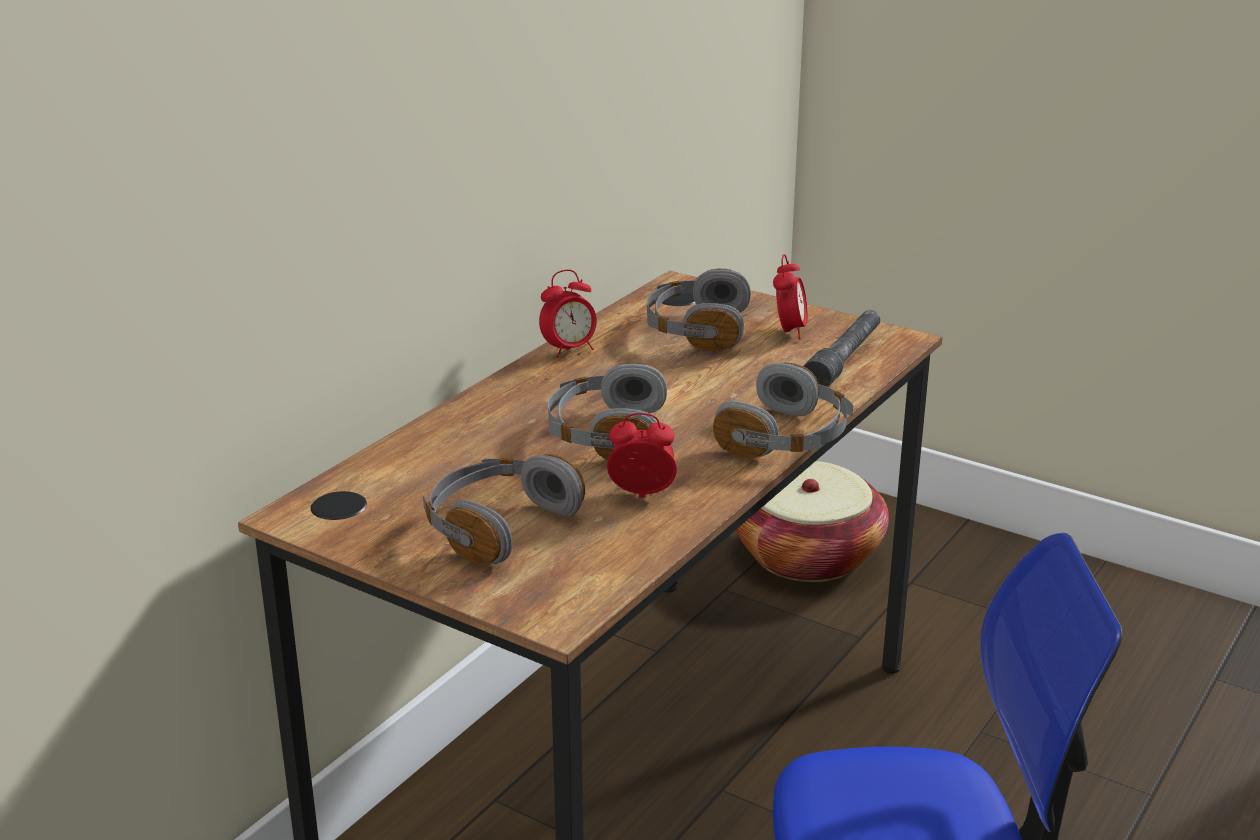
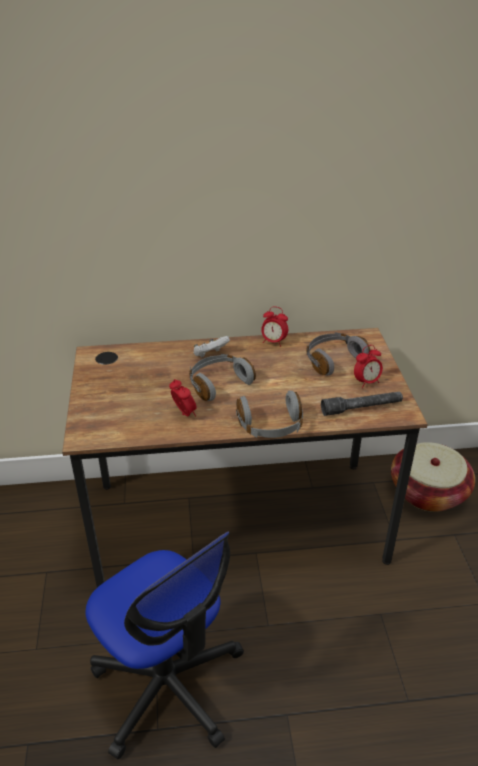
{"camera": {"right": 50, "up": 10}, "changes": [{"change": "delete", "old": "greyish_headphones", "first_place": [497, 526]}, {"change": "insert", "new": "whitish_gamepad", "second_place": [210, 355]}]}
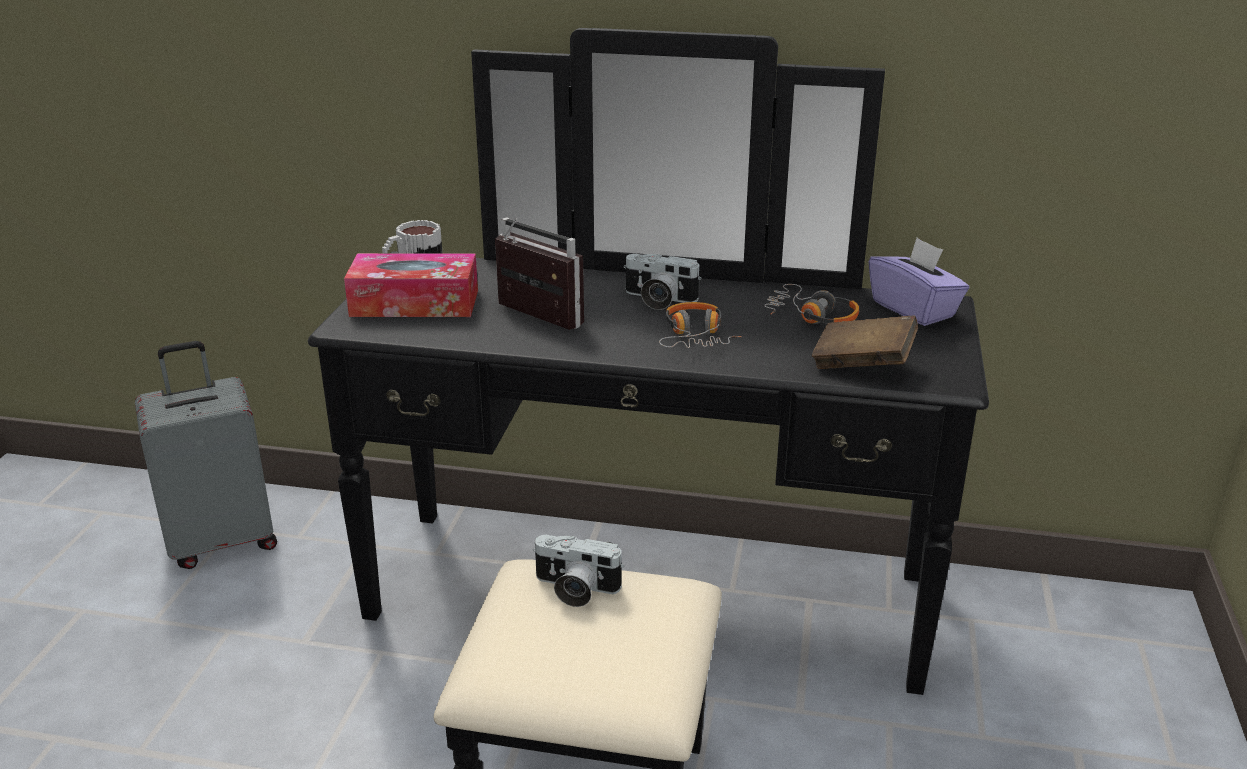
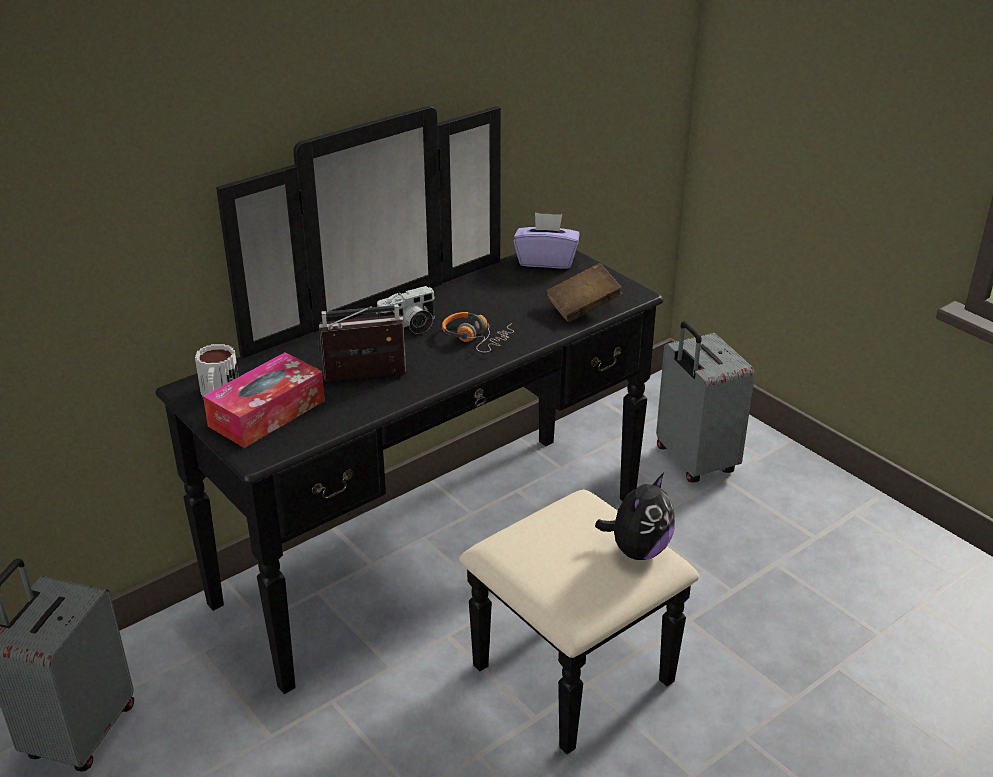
{"camera": {"right": -50, "up": 5}, "changes": [{"change": "delete", "old": "headphones", "first_place": [811, 316]}, {"change": "delete", "old": "still_camera", "first_place": [574, 589]}, {"change": "insert", "new": "greyish_suitcase", "second_place": [693, 461]}, {"change": "insert", "new": "soft_toy", "second_place": [638, 550]}]}
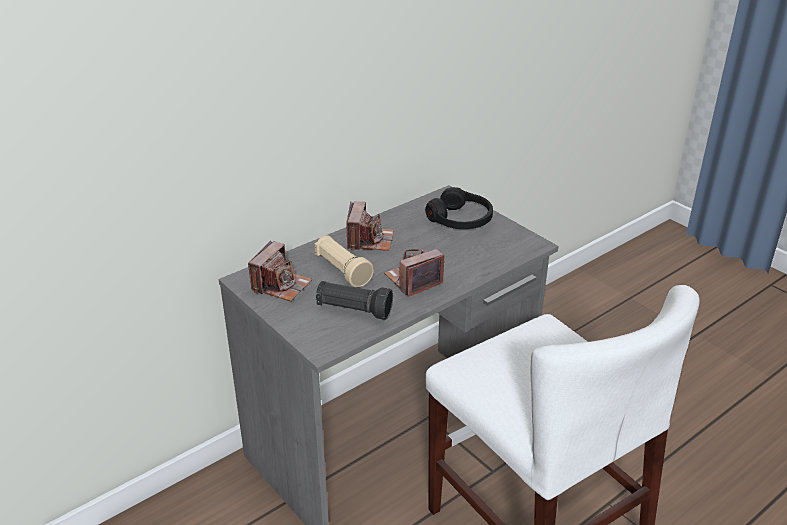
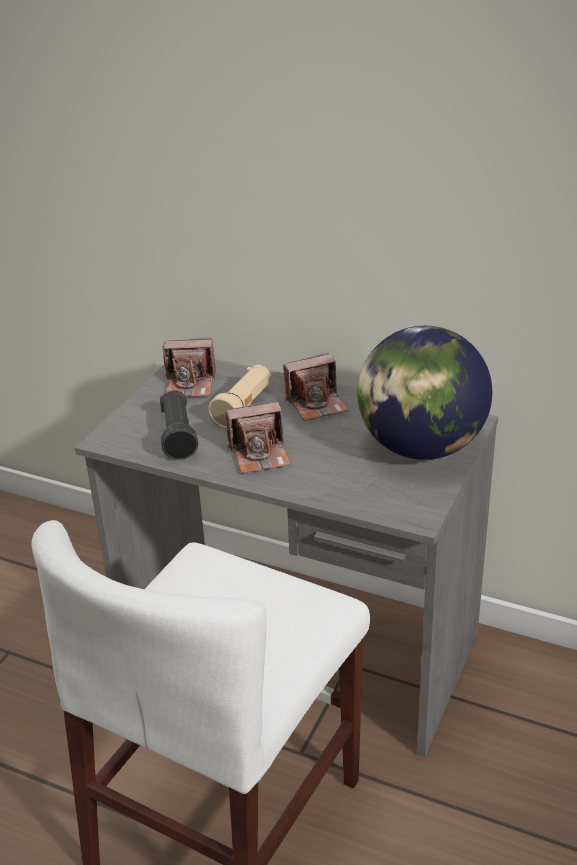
{"camera": {"right": 65, "up": 0}, "changes": [{"change": "replace", "old": "black_headphones", "new": "desk_globe", "first_place": [460, 220], "second_place": [420, 448]}, {"change": "rotate", "old": "still_camera", "first_place": [413, 281], "second_place": [260, 454], "degrees": 135}]}
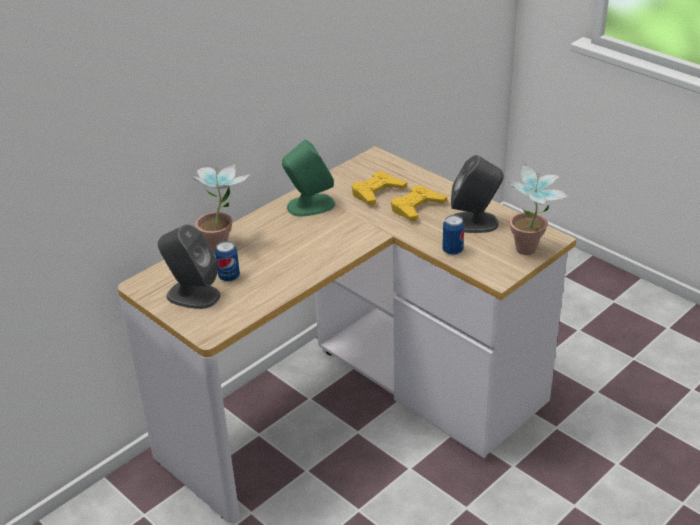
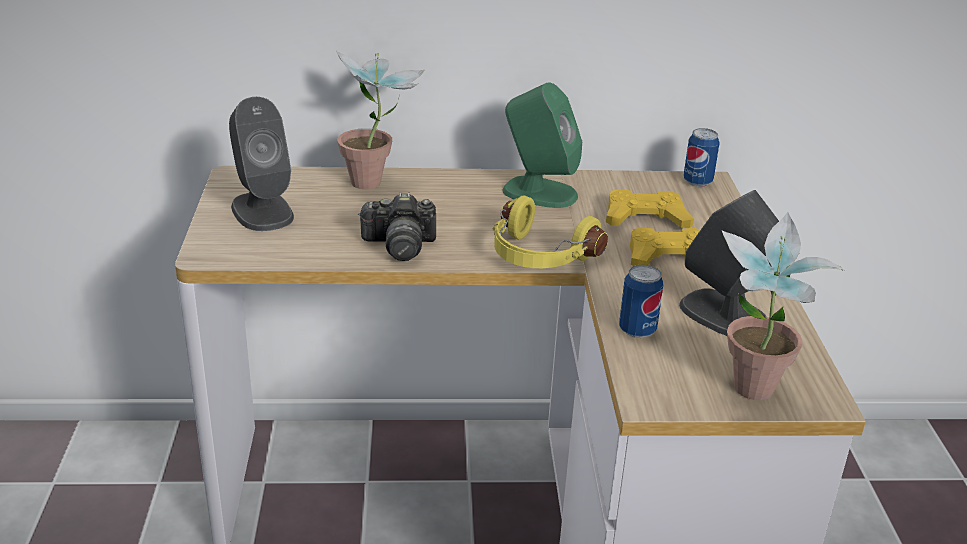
{"camera": {"right": 40, "up": -5}, "changes": [{"change": "move", "old": "can", "first_place": [229, 277], "second_place": [697, 182]}, {"change": "insert", "new": "still_camera", "second_place": [399, 245]}, {"change": "insert", "new": "yellow-coloured_headphones", "second_place": [539, 256]}]}
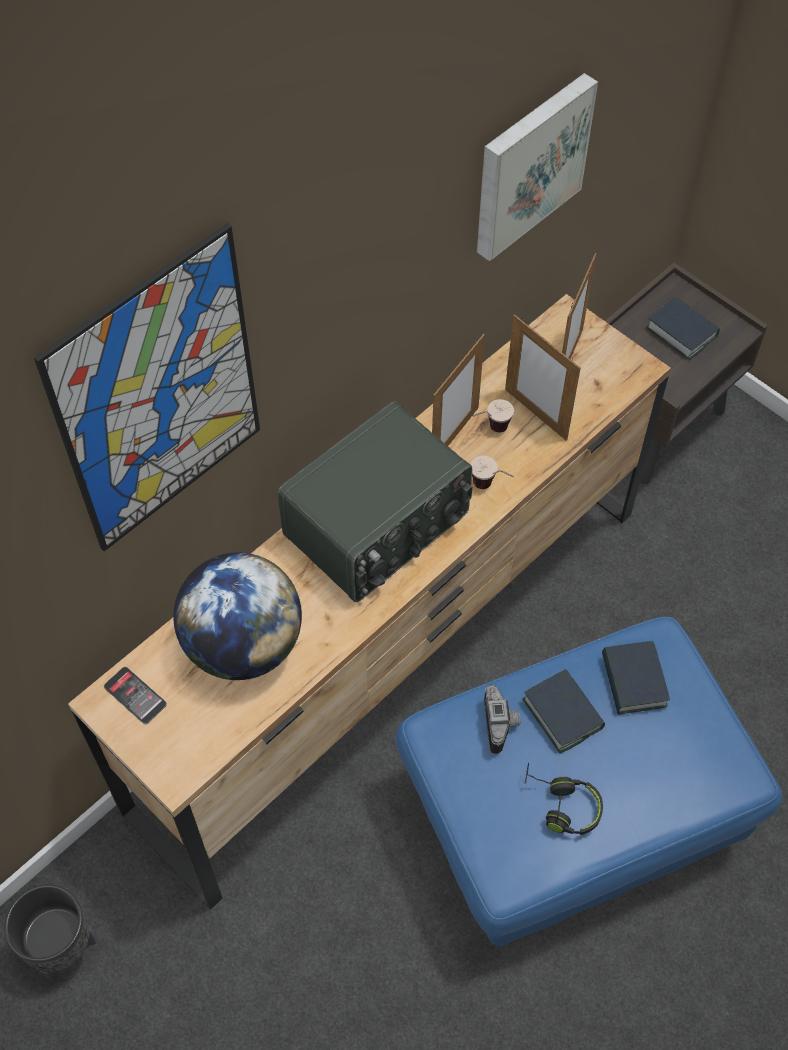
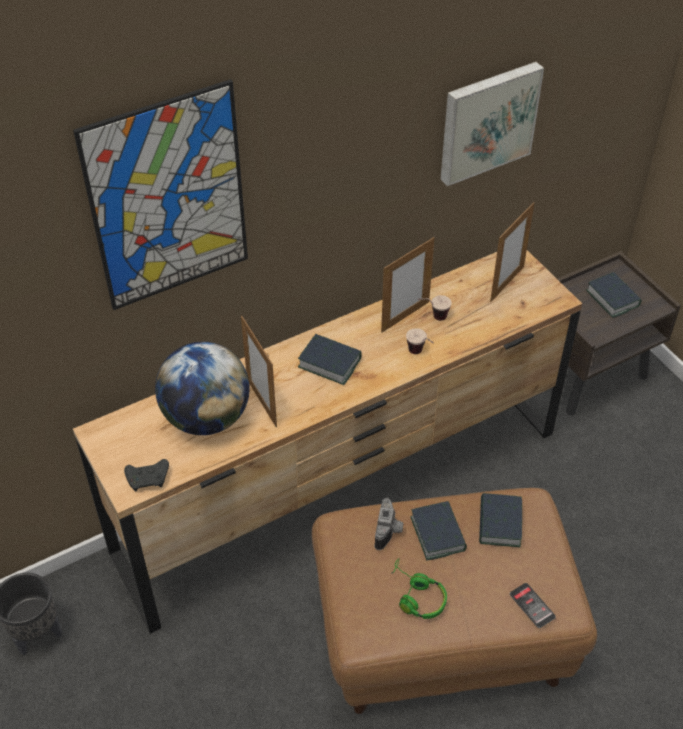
{"camera": {"right": 15, "up": -10}, "changes": [{"change": "move", "old": "picture_frame", "first_place": [535, 414], "second_place": [261, 402]}, {"change": "replace", "old": "radio_set", "new": "bound_book", "first_place": [378, 526], "second_place": [329, 363]}, {"change": "recolor", "old": "blue_pouffe", "new": "brown_pouffe", "first_place": [572, 811], "second_place": [443, 631]}, {"change": "move", "old": "phone", "first_place": [135, 696], "second_place": [532, 605]}, {"change": "recolor", "old": "black_headphones", "new": "green_headphones", "first_place": [561, 804], "second_place": [416, 596]}, {"change": "insert", "new": "black_gamepad", "second_place": [148, 479]}]}
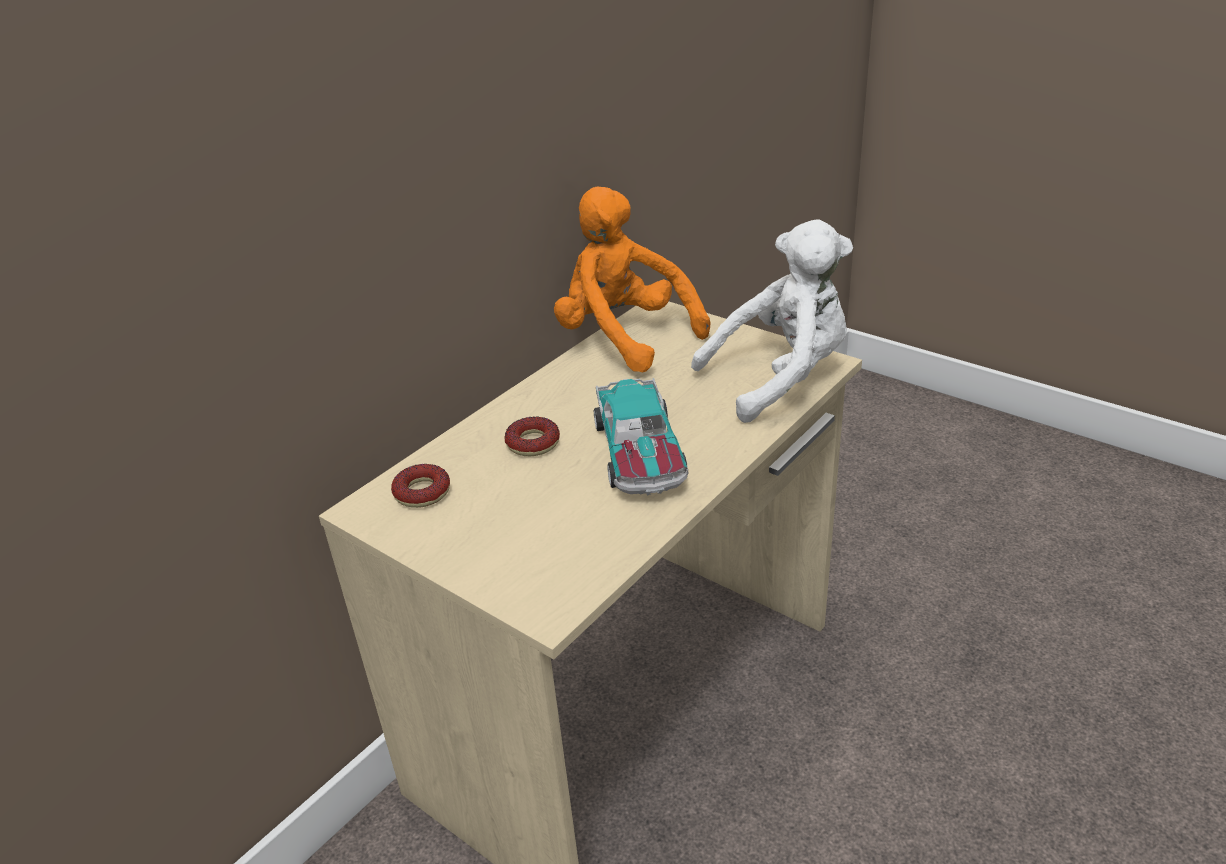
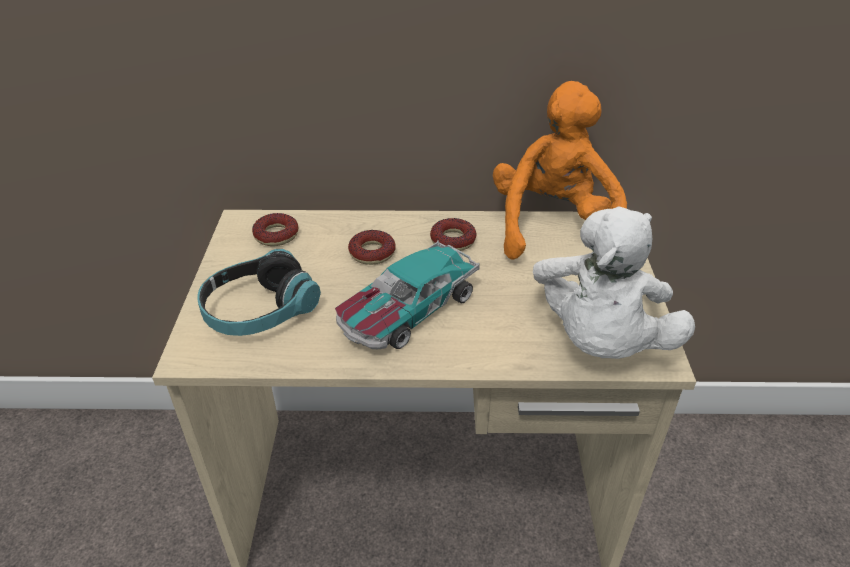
{"camera": {"right": 50, "up": 5}, "changes": [{"change": "rotate", "old": "whitish_soft_toy", "first_place": [781, 378], "second_place": [598, 340], "degrees": 75}, {"change": "insert", "new": "doughnut", "second_place": [453, 240]}, {"change": "insert", "new": "headphones", "second_place": [259, 310]}]}
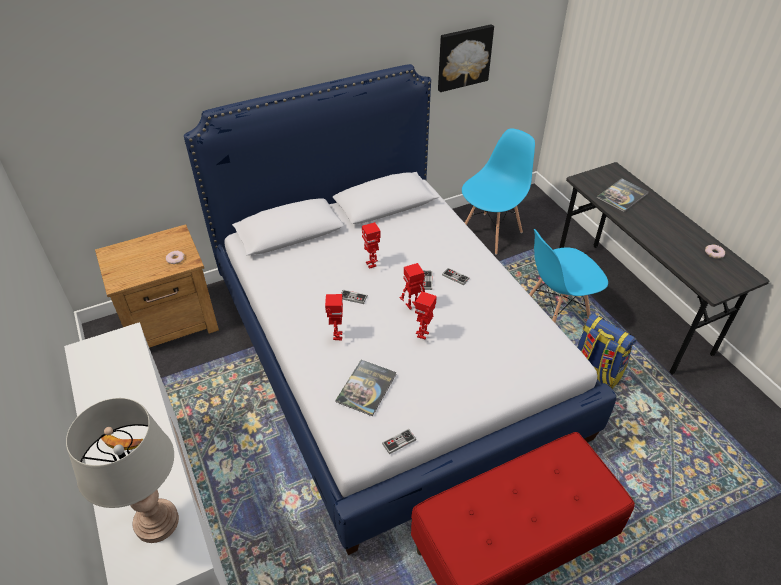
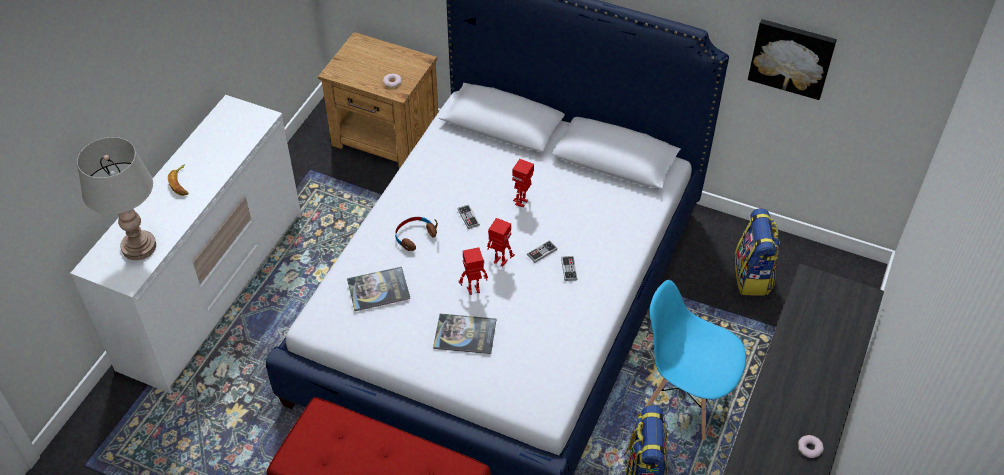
{"camera": {"right": 50, "up": 5}, "changes": [{"change": "replace", "old": "blue_upright_chair", "new": "backpack", "first_place": [491, 233], "second_place": [753, 276]}, {"change": "move", "old": "bound_book", "first_place": [622, 196], "second_place": [465, 334]}, {"change": "replace", "old": "toy_robot", "new": "brown_headphones", "first_place": [337, 336], "second_place": [415, 236]}, {"change": "delete", "old": "gamepad", "first_place": [399, 442]}]}
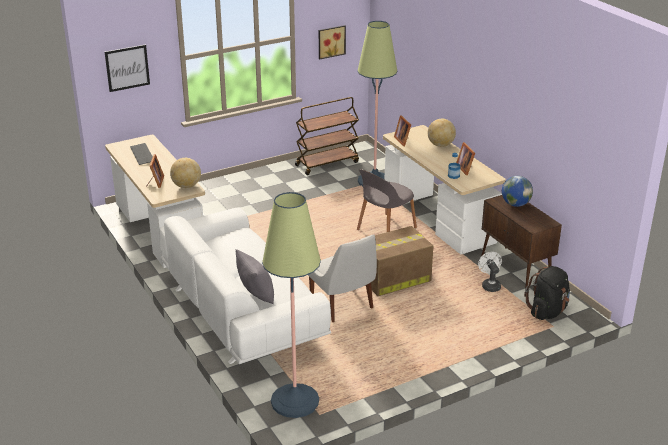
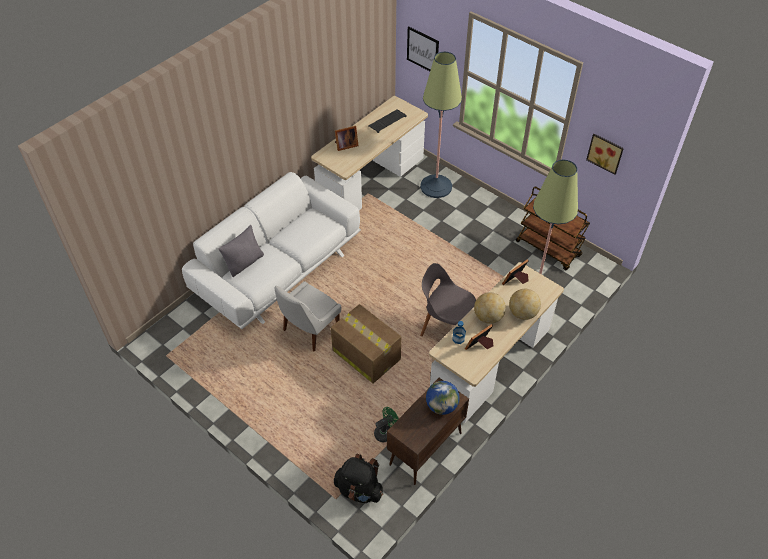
{"camera": {"right": 70, "up": 20}, "changes": [{"change": "move", "old": "desk_globe", "first_place": [186, 186], "second_place": [488, 317]}, {"change": "move", "old": "standing_lamp", "first_place": [295, 401], "second_place": [436, 186]}, {"change": "recolor", "old": "whitish_cooling_fan", "new": "green_cooling_fan", "first_place": [489, 285], "second_place": [386, 432]}]}
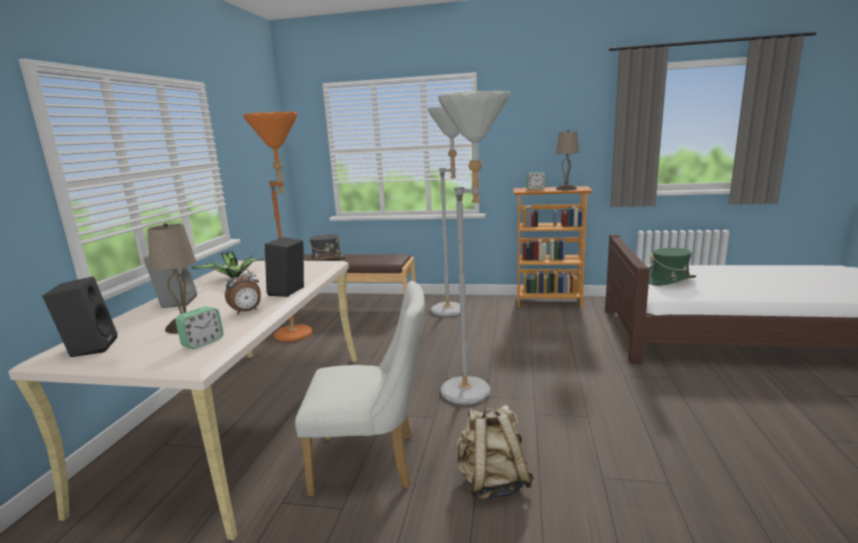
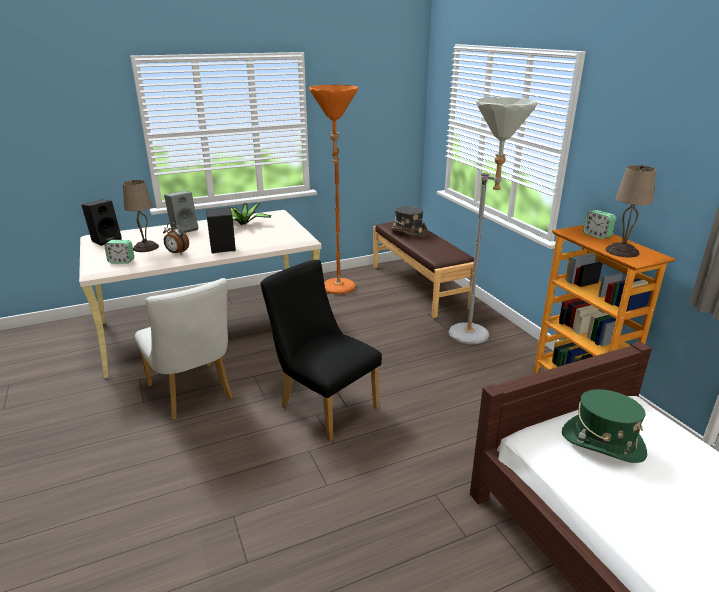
{"camera": {"right": 55, "up": 10}, "changes": [{"change": "replace", "old": "greyish_standing_lamp", "new": "black_upright_chair", "first_place": [476, 390], "second_place": [323, 405]}, {"change": "delete", "old": "beige_backpack", "first_place": [492, 483]}]}
